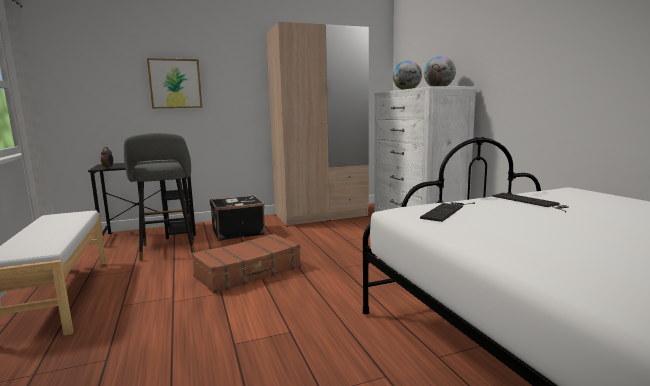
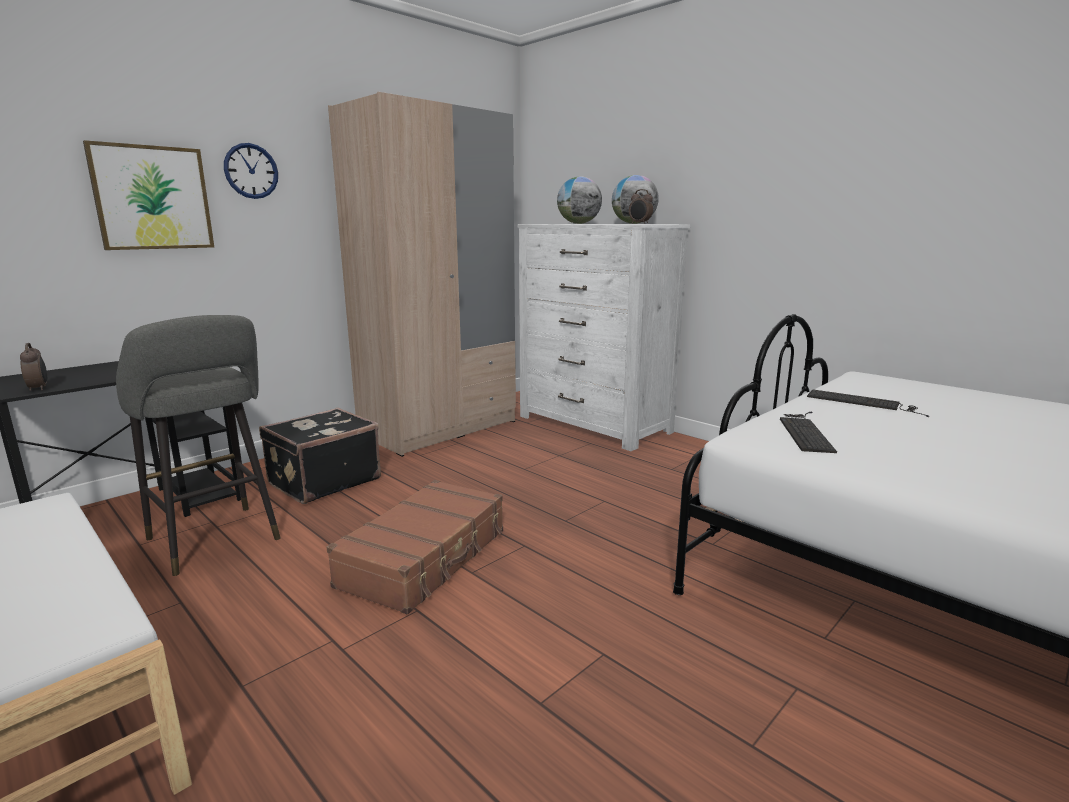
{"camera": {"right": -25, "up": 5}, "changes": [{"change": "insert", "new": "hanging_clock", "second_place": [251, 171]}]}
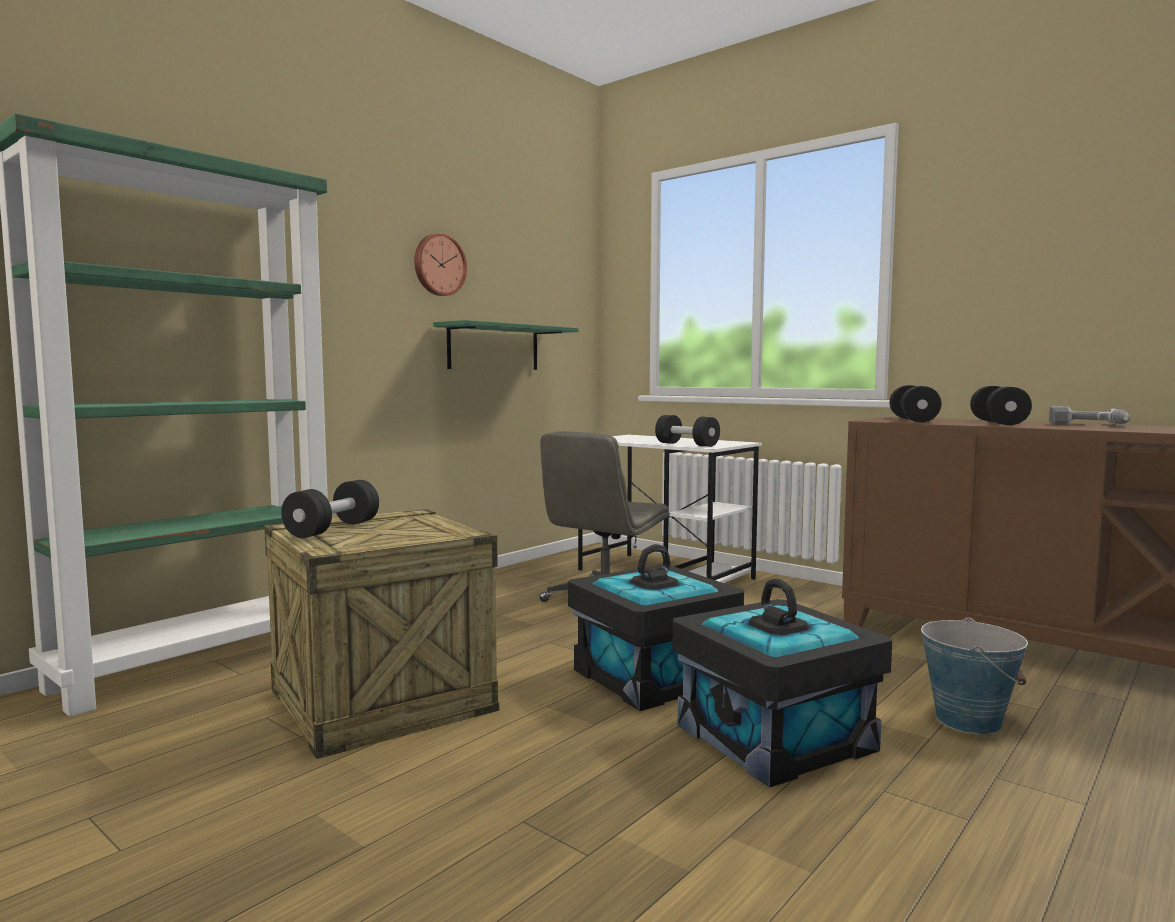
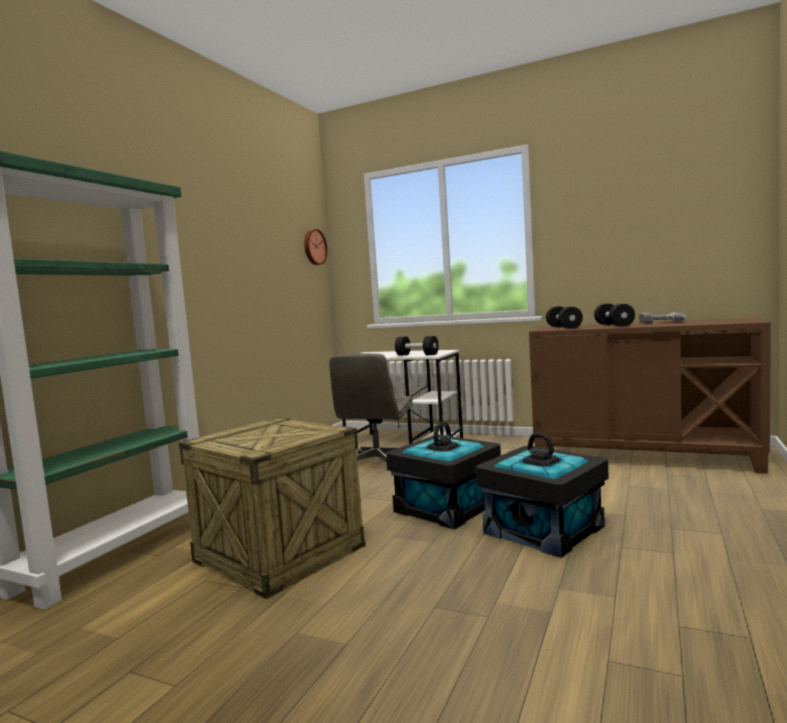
{"camera": {"right": -15, "up": 0}, "changes": [{"change": "move", "old": "hanging_clock", "first_place": [438, 265], "second_place": [314, 247]}, {"change": "delete", "old": "green_wall_shelf", "first_place": [494, 347]}, {"change": "delete", "old": "black_hand_weight", "first_place": [333, 529]}, {"change": "delete", "old": "pail", "first_place": [968, 720]}]}
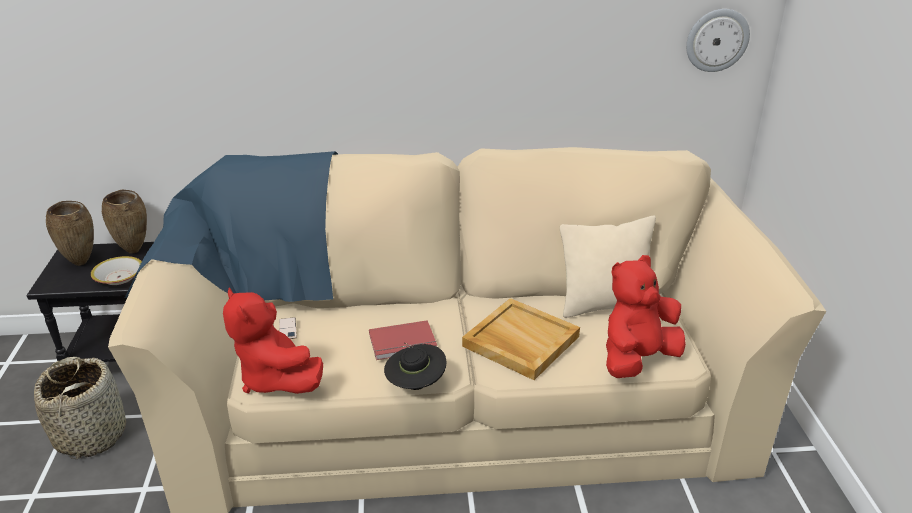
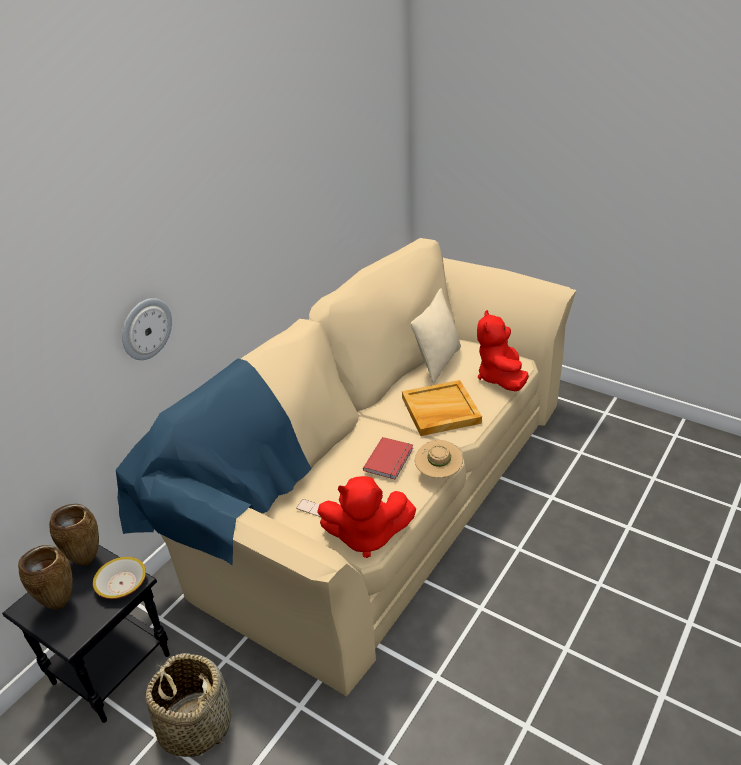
{"camera": {"right": -50, "up": 5}, "changes": [{"change": "move", "old": "hanging_clock", "first_place": [717, 40], "second_place": [146, 328]}, {"change": "recolor", "old": "black_clothing_hat", "new": "beige_clothing_hat", "first_place": [415, 384], "second_place": [438, 473]}]}
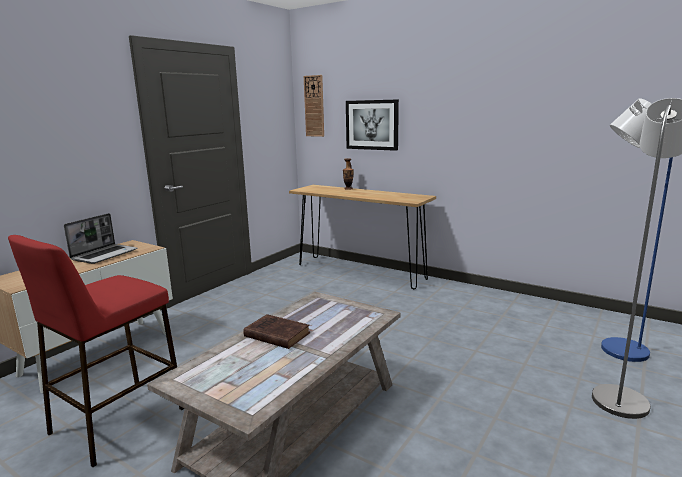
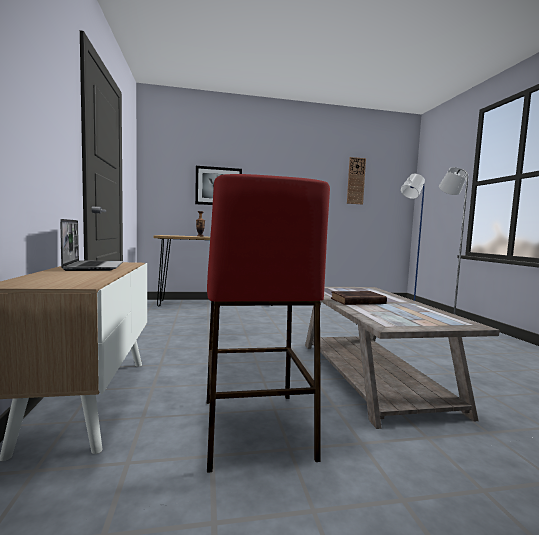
{"camera": {"right": -45, "up": -10}, "changes": [{"change": "move", "old": "hanging_clock", "first_place": [314, 106], "second_place": [356, 181]}]}
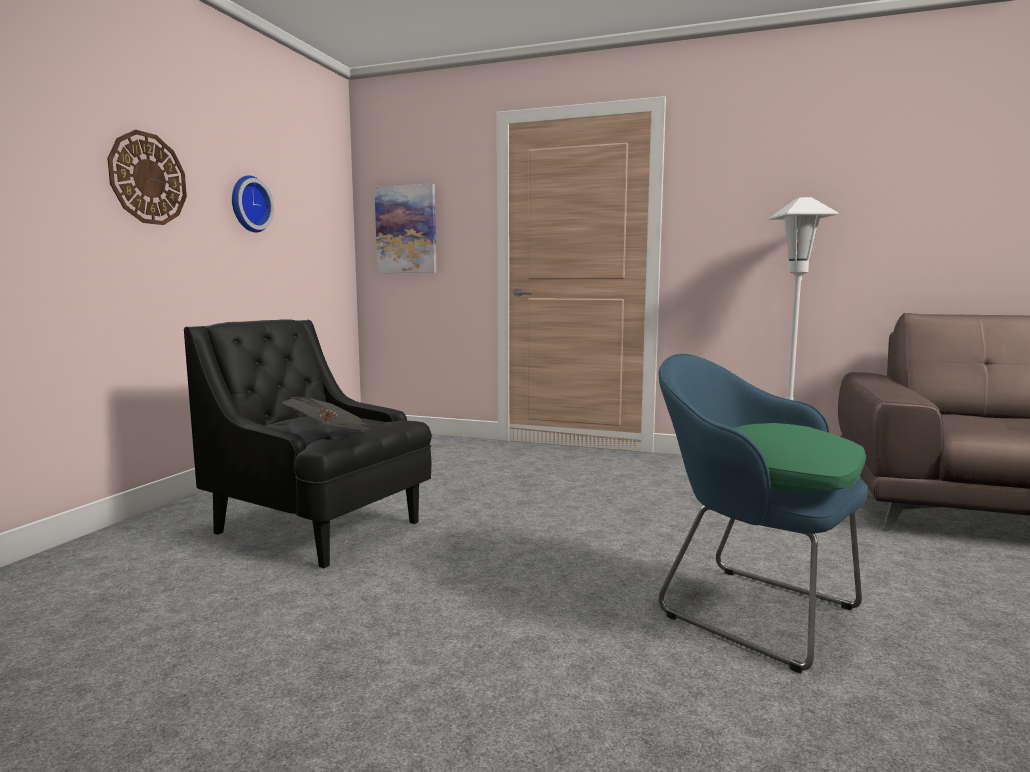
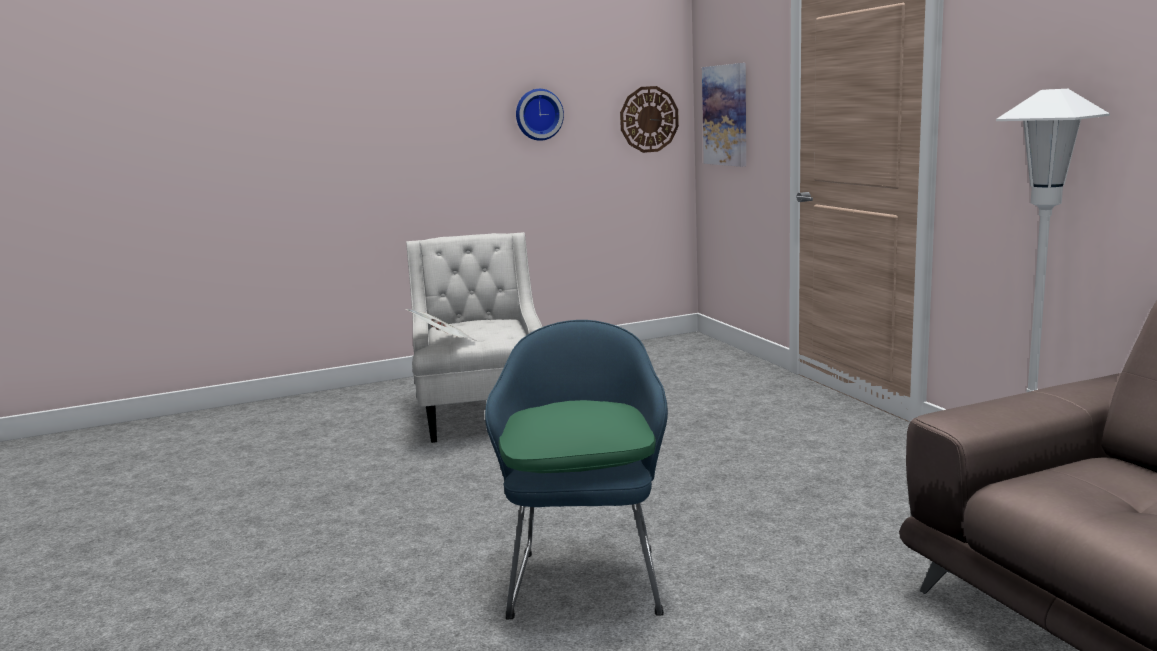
{"camera": {"right": 50, "up": 5}, "changes": [{"change": "move", "old": "hanging_clock", "first_place": [148, 178], "second_place": [649, 119]}, {"change": "recolor", "old": "black_easy_chair", "new": "whitish_easy_chair", "first_place": [320, 528], "second_place": [483, 415]}]}
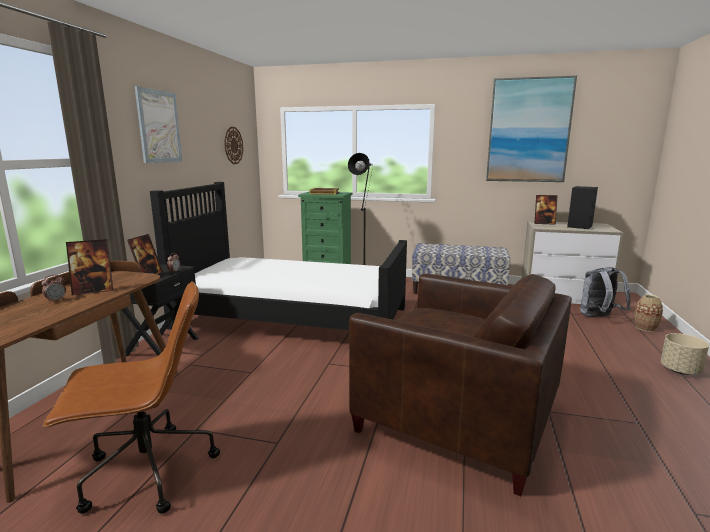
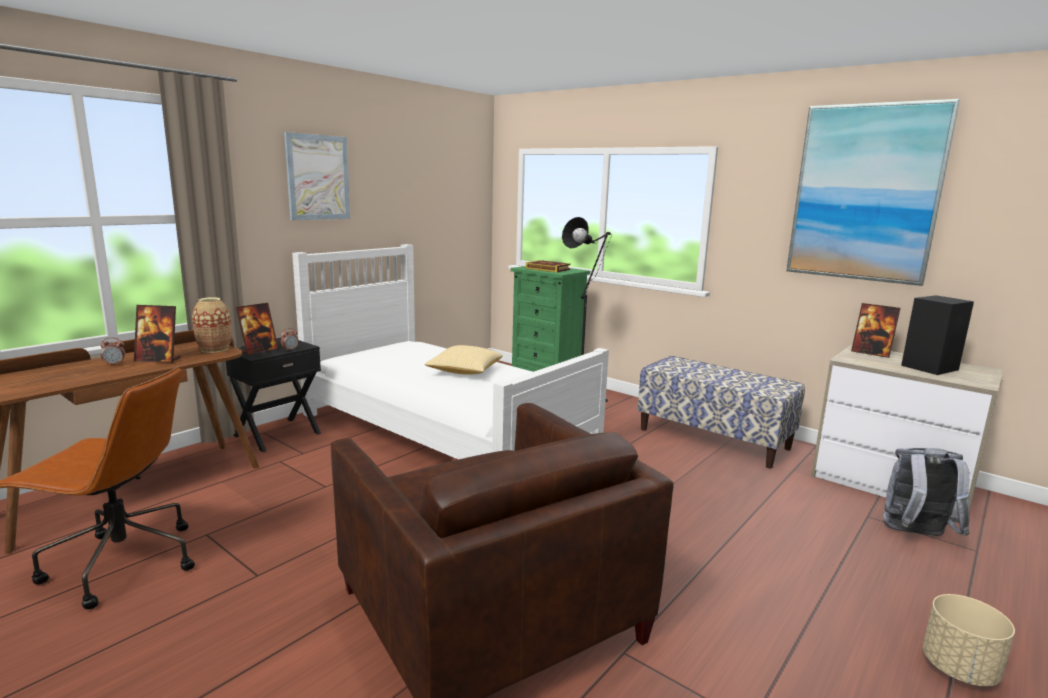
{"camera": {"right": 25, "up": 0}, "changes": [{"change": "delete", "old": "hanging_clock", "first_place": [233, 145]}, {"change": "recolor", "old": "black_bedroom_bed", "new": "whitish_bedroom_bed", "first_place": [291, 317], "second_place": [444, 430]}, {"change": "move", "old": "vase", "first_place": [645, 328], "second_place": [214, 349]}, {"change": "insert", "new": "throw_pillow", "second_place": [464, 372]}]}
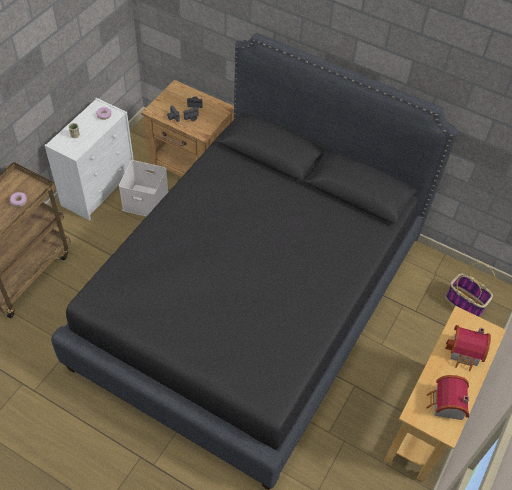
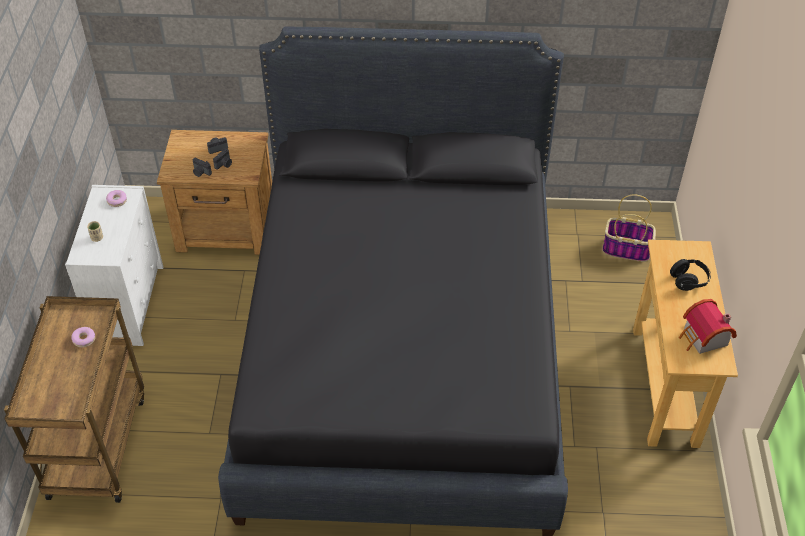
{"camera": {"right": -25, "up": -5}, "changes": [{"change": "delete", "old": "whitish_storage_bin", "first_place": [144, 201]}, {"change": "replace", "old": "model_house", "new": "black_headphones", "first_place": [465, 353], "second_place": [688, 281]}]}
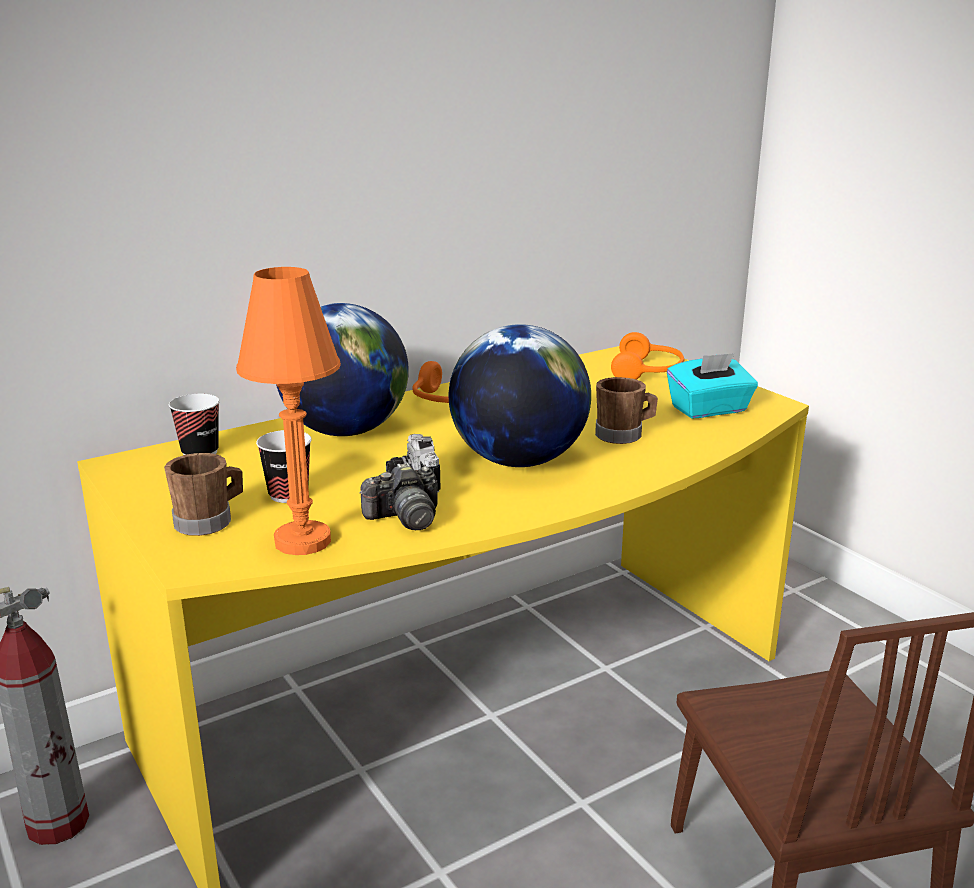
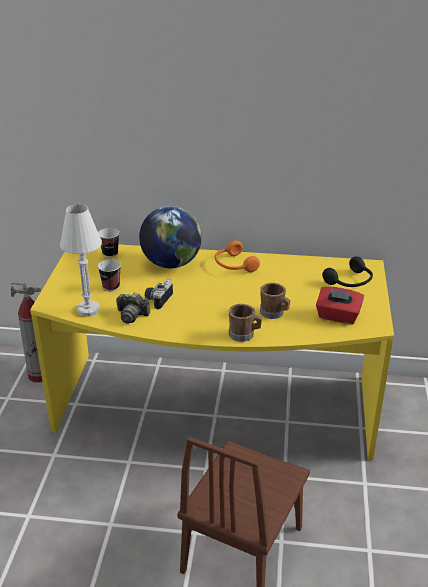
{"camera": {"right": 40, "up": 10}, "changes": [{"change": "recolor", "old": "orange-coloured_table_lamp", "new": "whitish_table_lamp", "first_place": [302, 541], "second_place": [88, 309]}, {"change": "delete", "old": "desk_globe", "first_place": [518, 461]}, {"change": "recolor", "old": "orange-coloured_headphones", "new": "black_headphones", "first_place": [648, 372], "second_place": [350, 282]}, {"change": "recolor", "old": "turquoise_tissue_box", "new": "red_tissue_box", "first_place": [709, 410], "second_place": [338, 316]}, {"change": "move", "old": "brown_coffee_mug", "first_place": [209, 521], "second_place": [244, 335]}]}
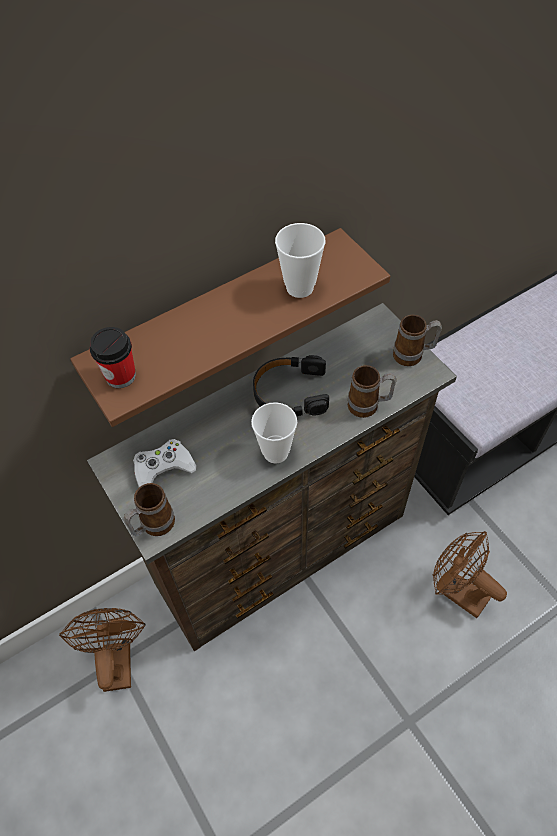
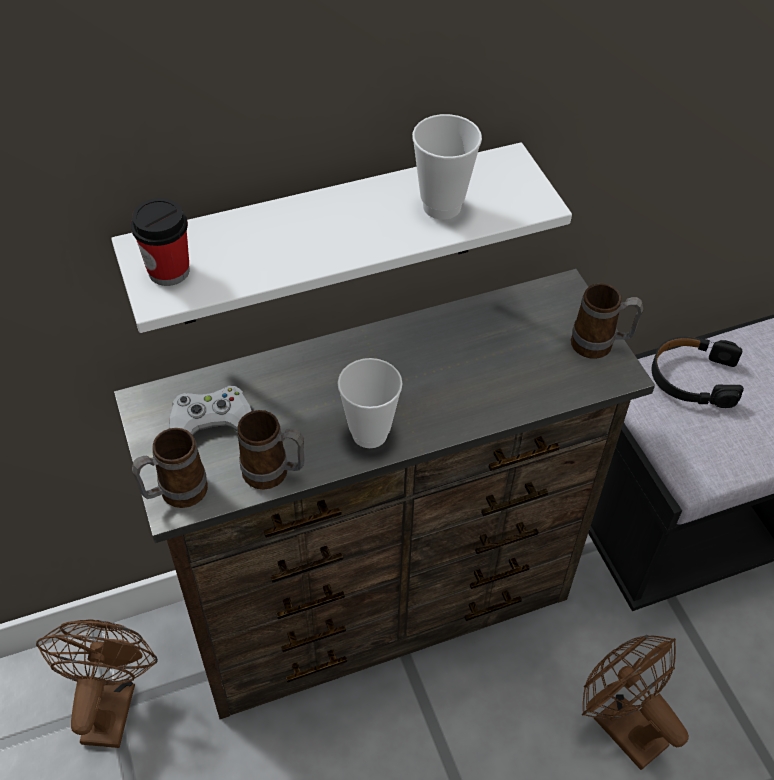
{"camera": {"right": 10, "up": -5}, "changes": [{"change": "recolor", "old": "brown_wall_shelf", "new": "whitish_wall_shelf", "first_place": [218, 321], "second_place": [328, 237]}, {"change": "move", "old": "black_headphones", "first_place": [290, 393], "second_place": [693, 378]}, {"change": "move", "old": "coffee_mug", "first_place": [369, 406], "second_place": [274, 474]}]}
